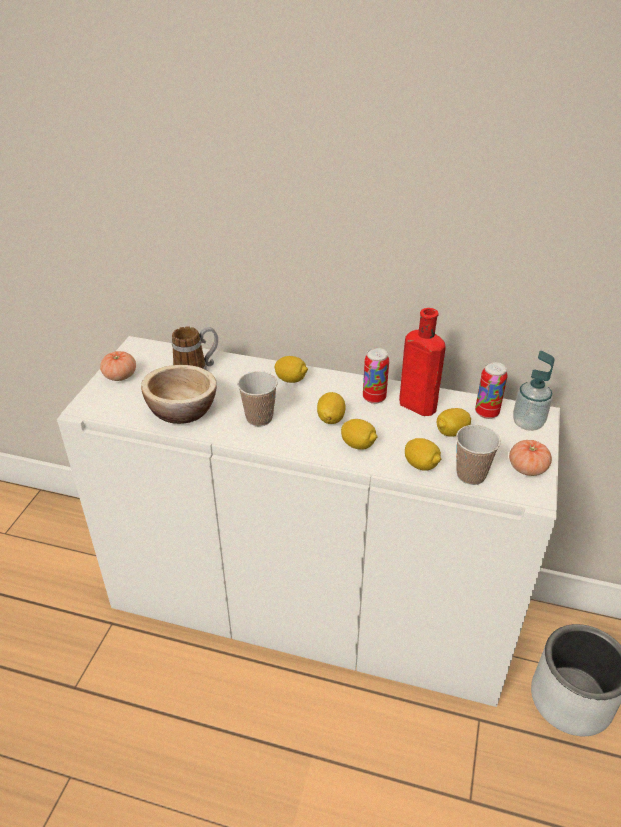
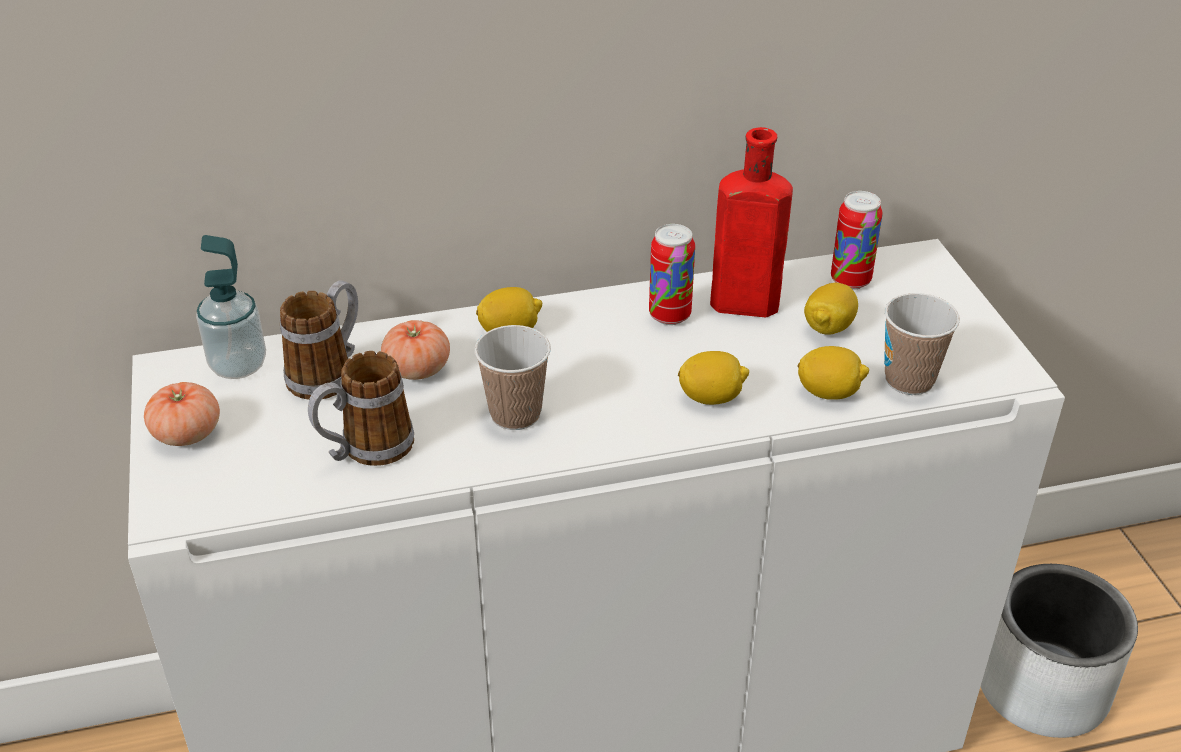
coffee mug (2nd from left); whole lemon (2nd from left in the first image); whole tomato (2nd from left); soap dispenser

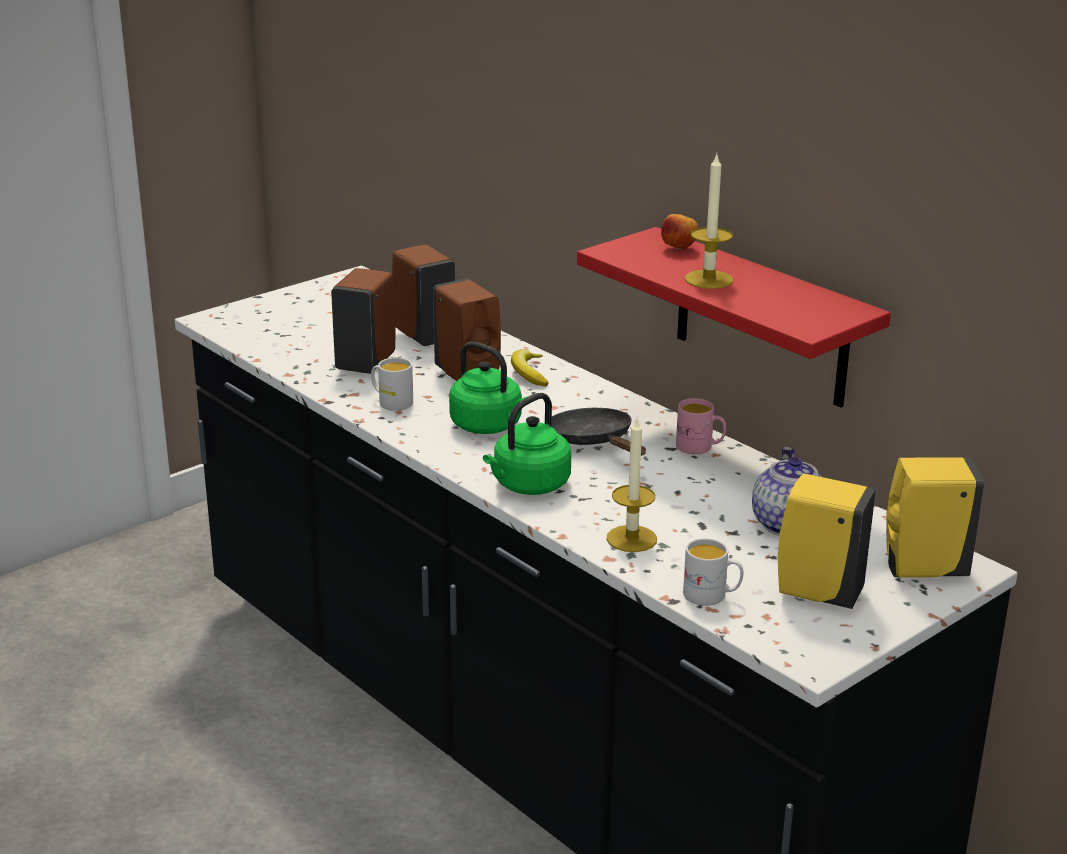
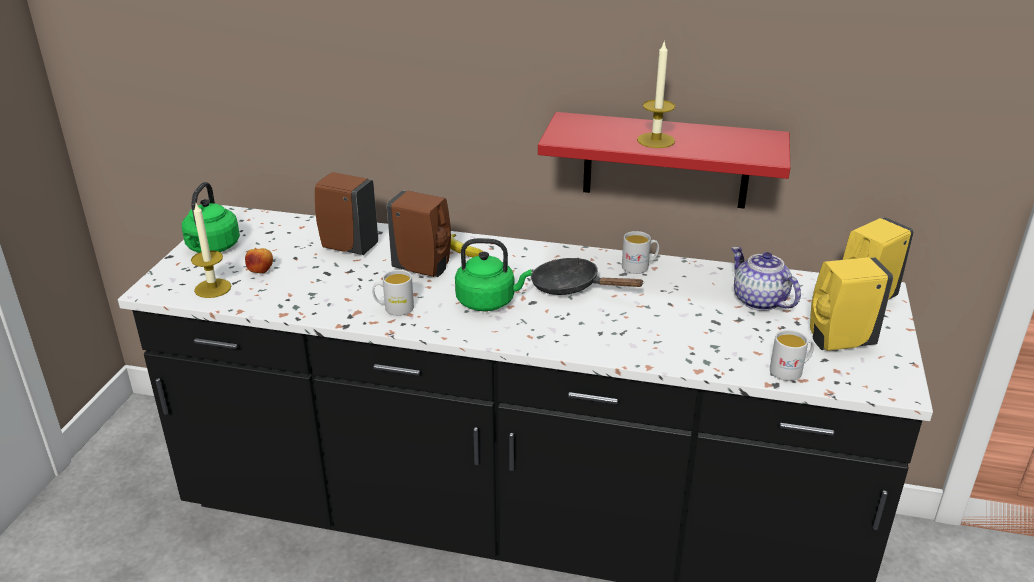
brownish soap dispenser (1st from left in the first image); green tea kettle (1st from left); wax light (1st from left); apple fruit; whitish coffee mug (2nd from left)

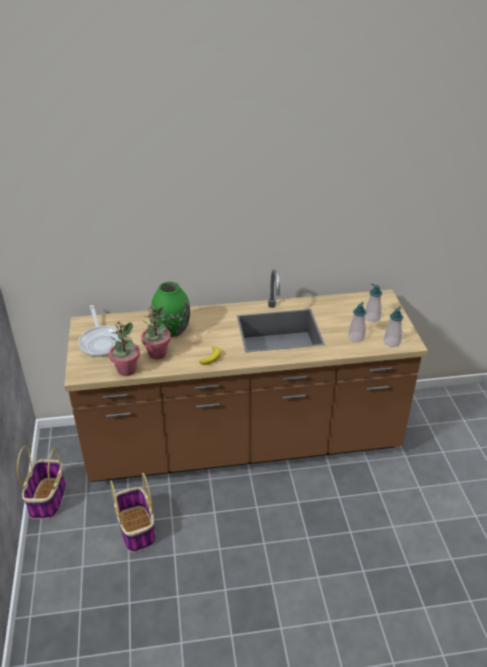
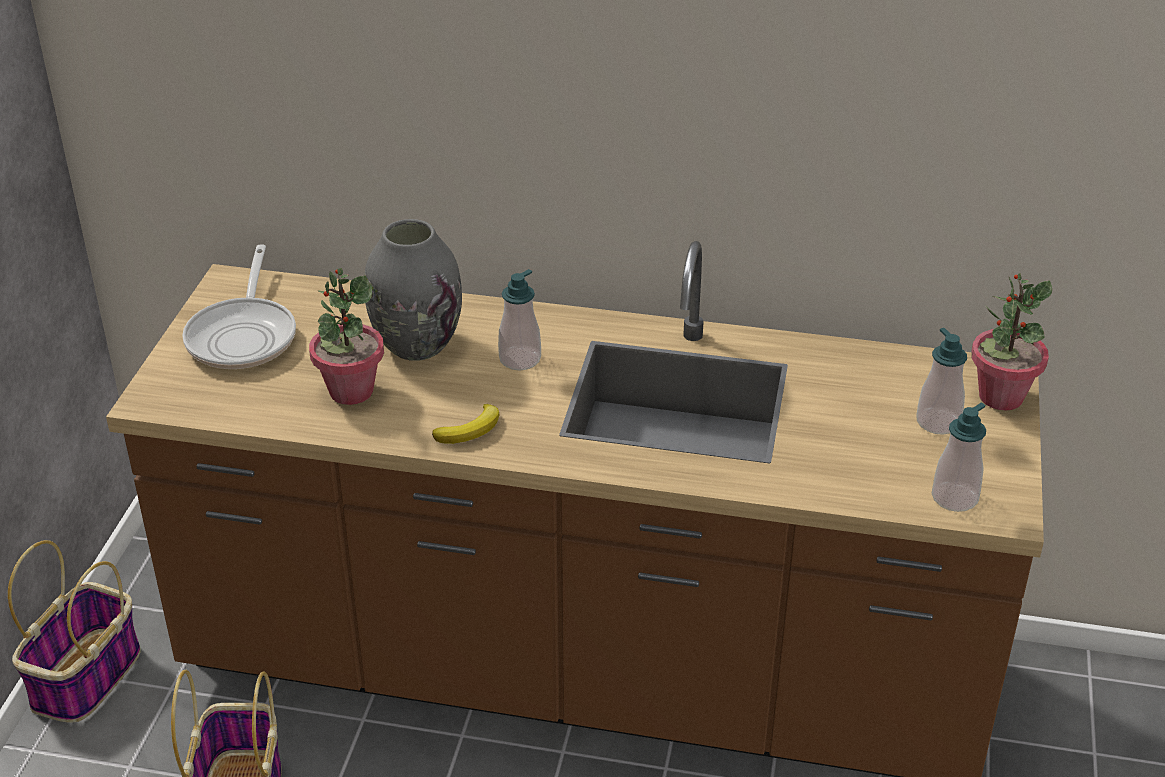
houseplant (2nd from left); gray decorative vase; soap dispenser (1st from left)

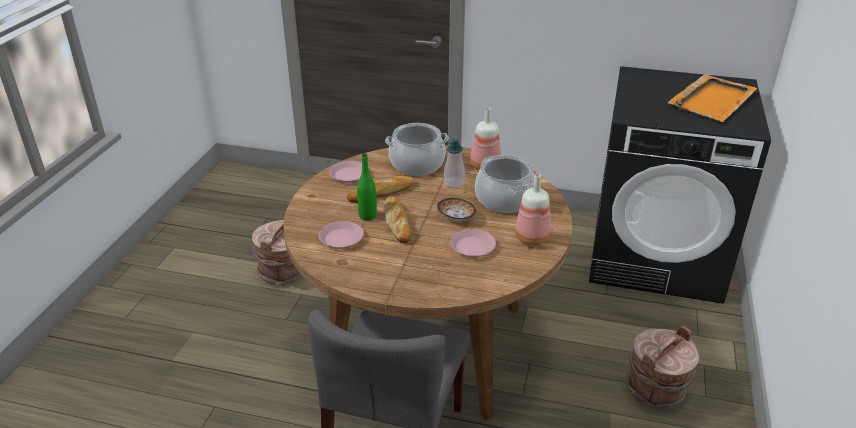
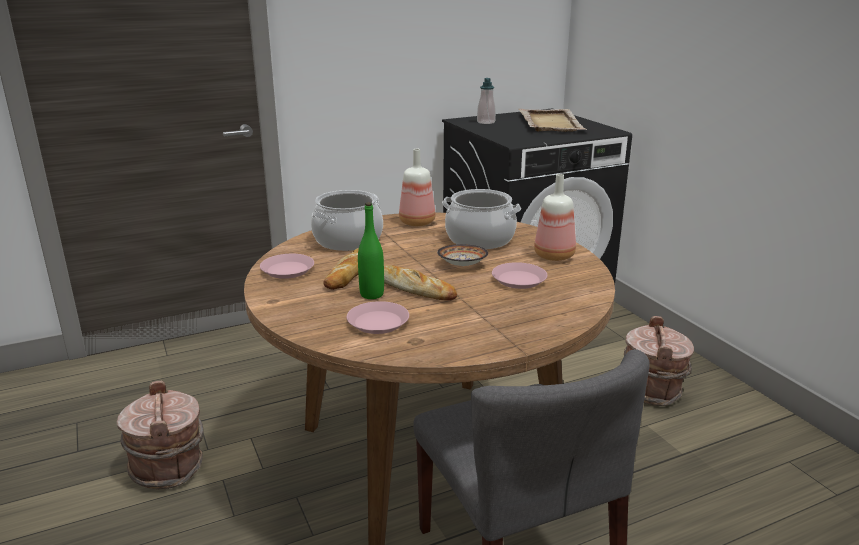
soap dispenser; beige-coloured carrying tray

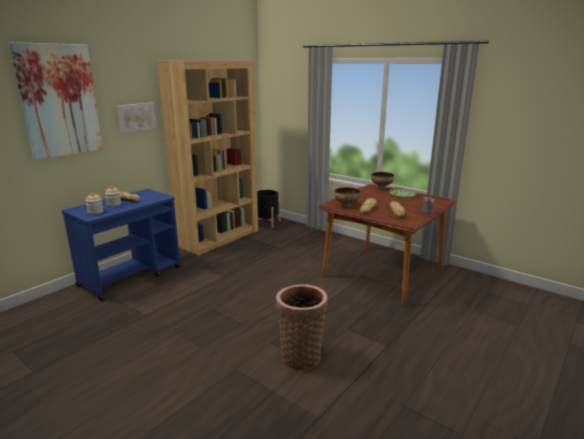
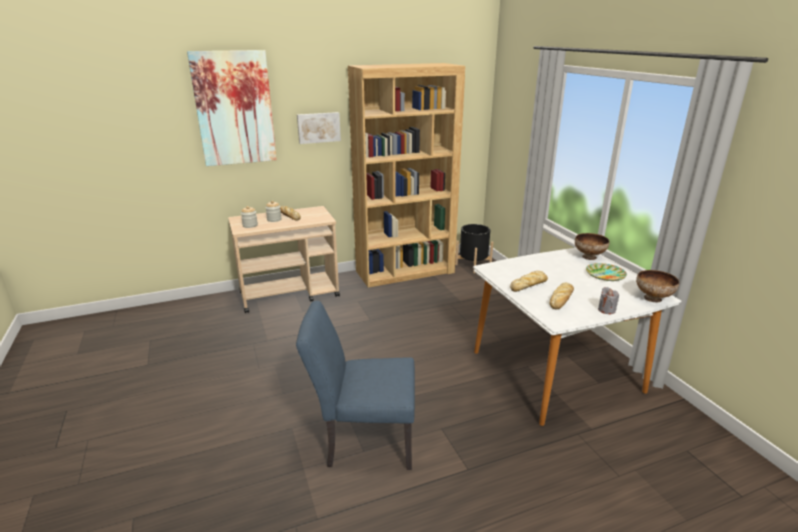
beige-coloured trolley; blue-coloured upright chair; whitish dining table; serving bowl (2nd from left)

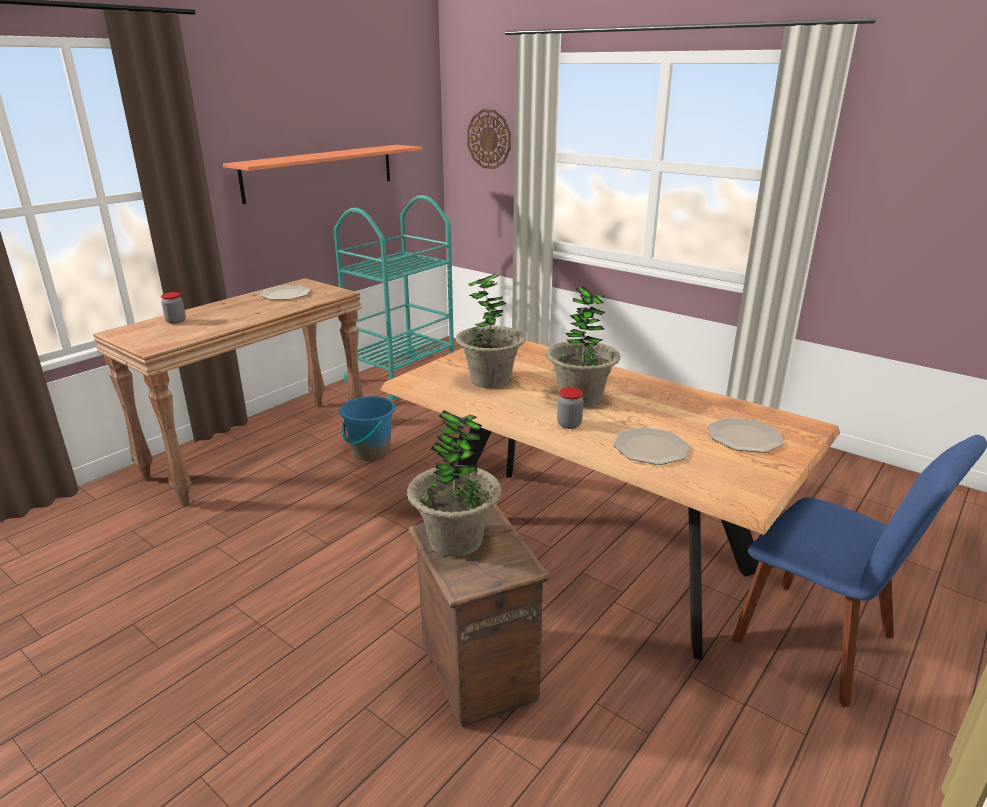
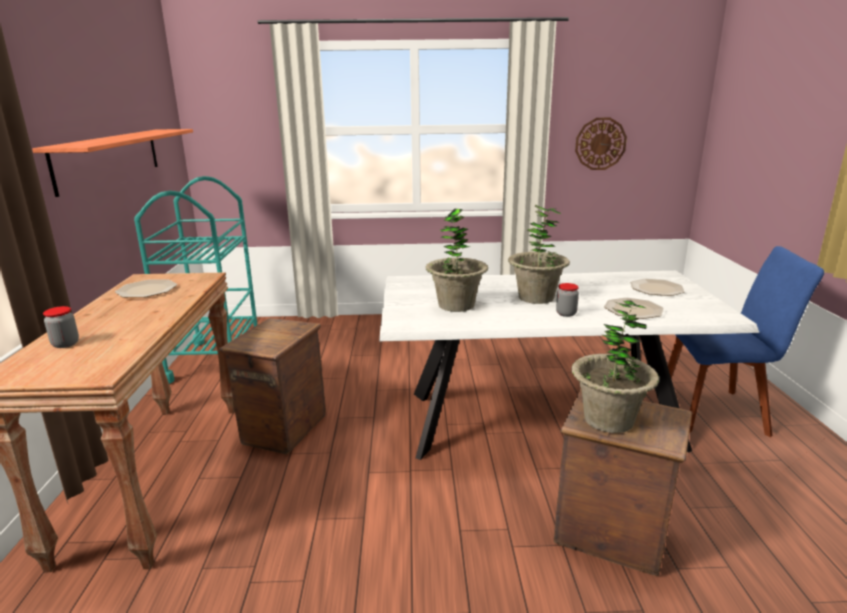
crate (1st from left); whitish dining table; clock on the wall

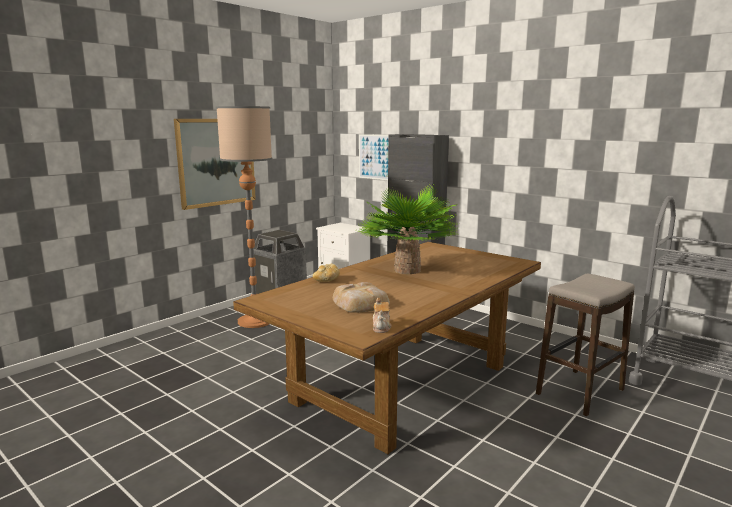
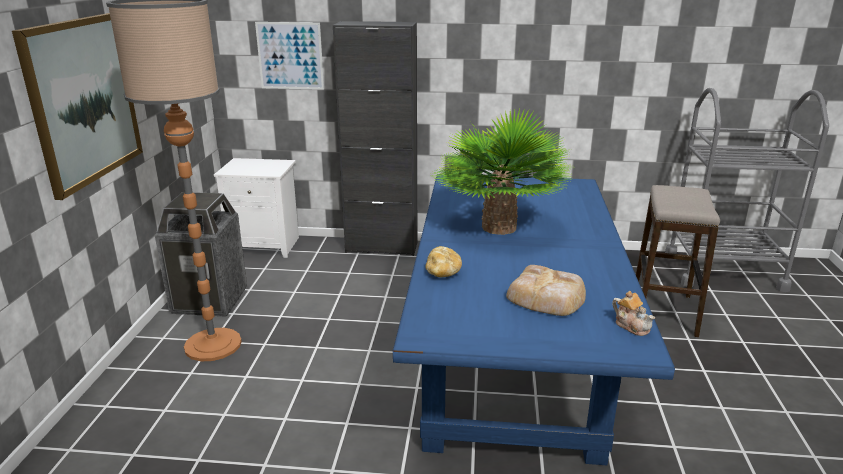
blue-coloured dining table

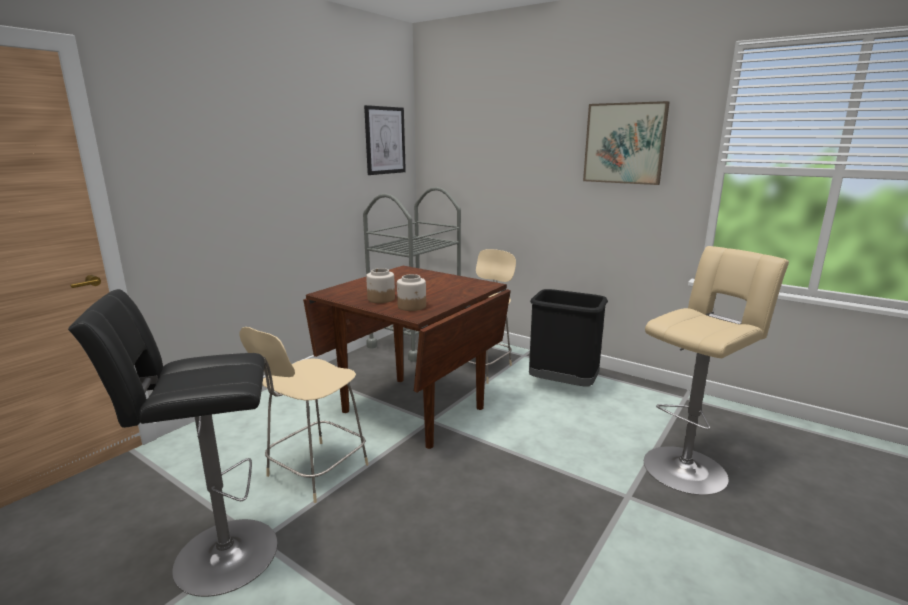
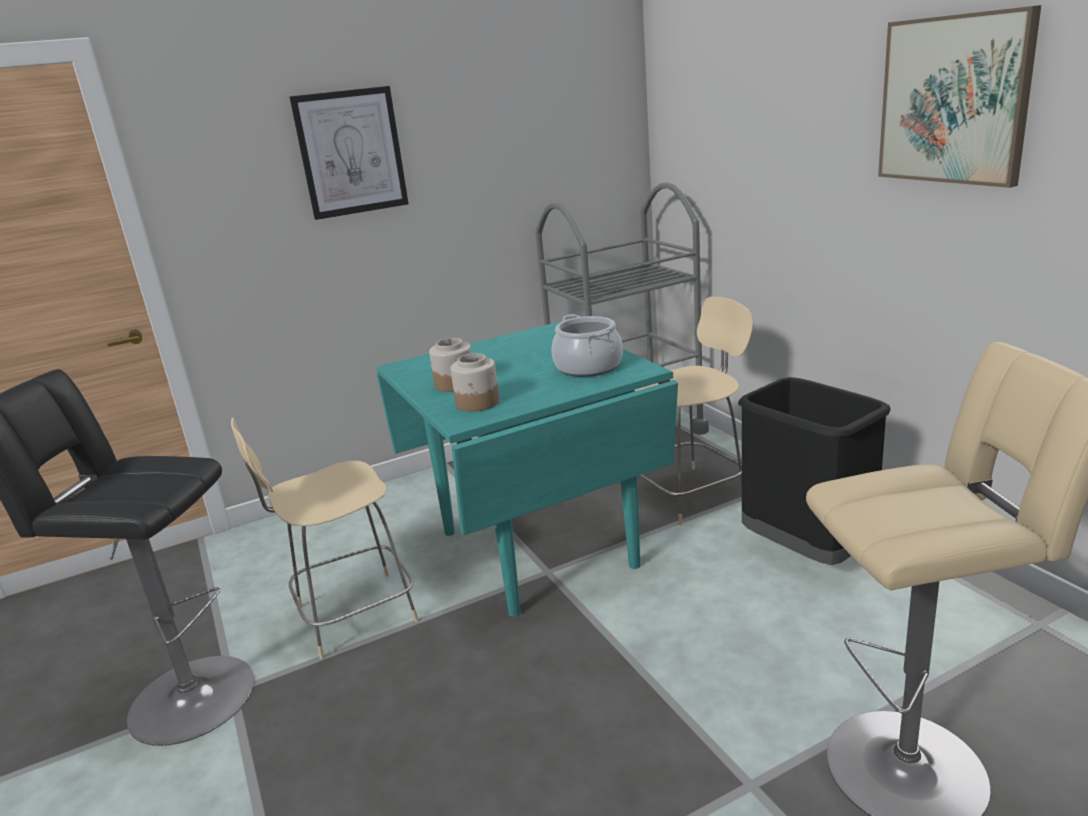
turquoise-coloured dining table; picture (1st from left); stockpot

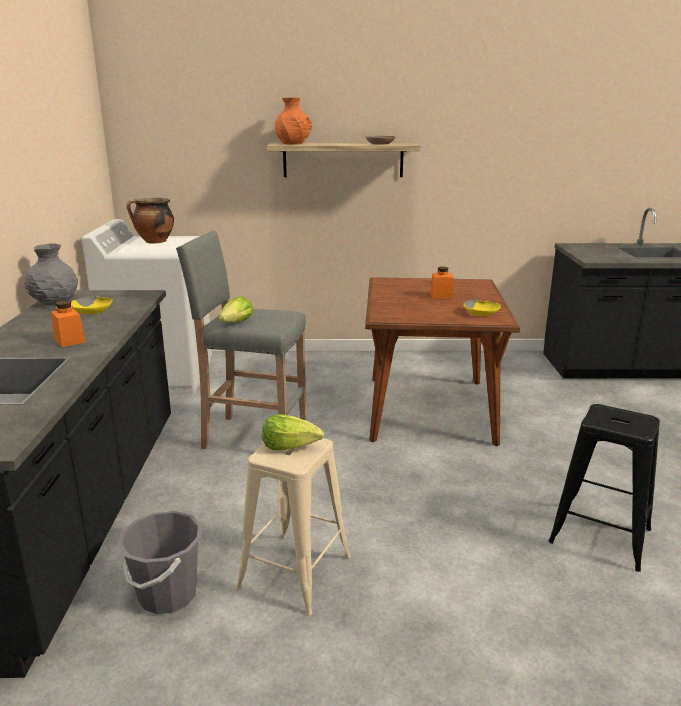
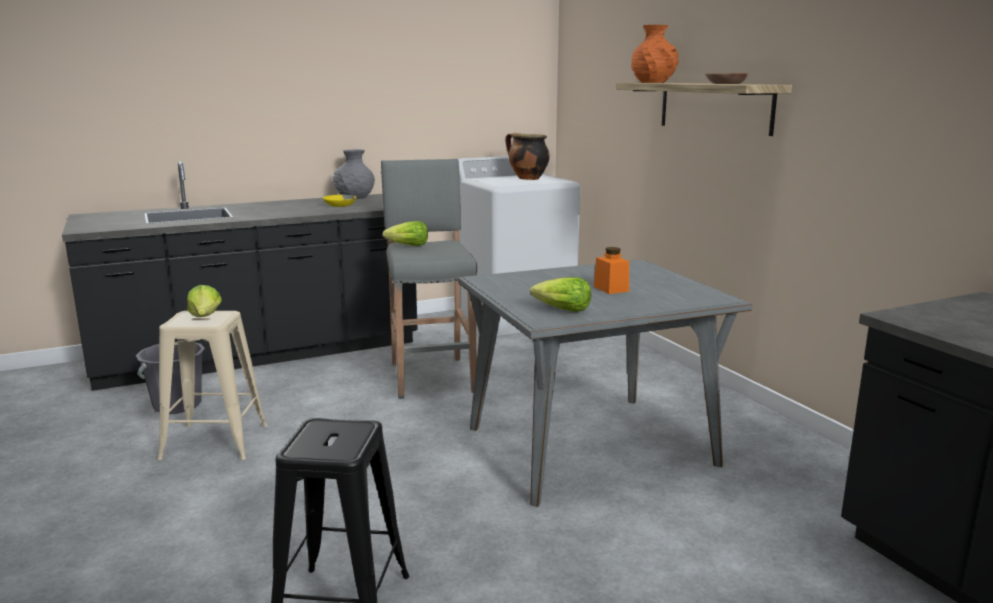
orangey storage jar (1st from left in the first image); gray dining table; lettuce (3rd from left)

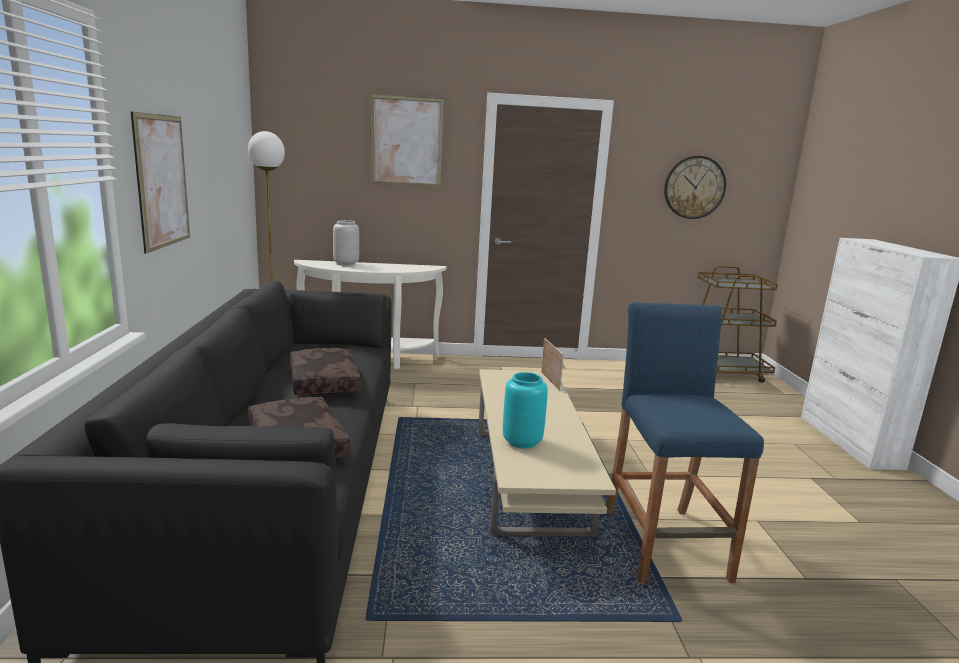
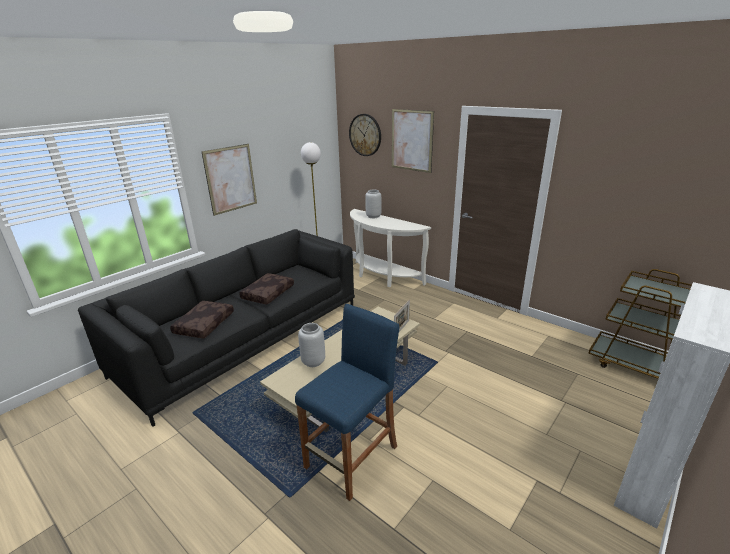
gray decorative vase (1st from left); clock on the wall

